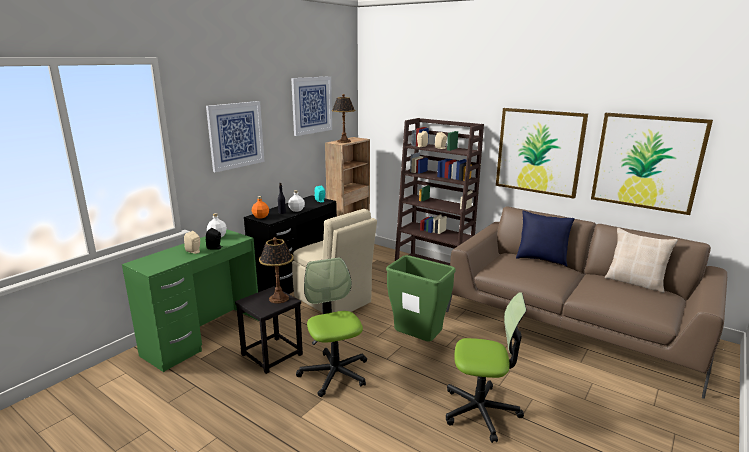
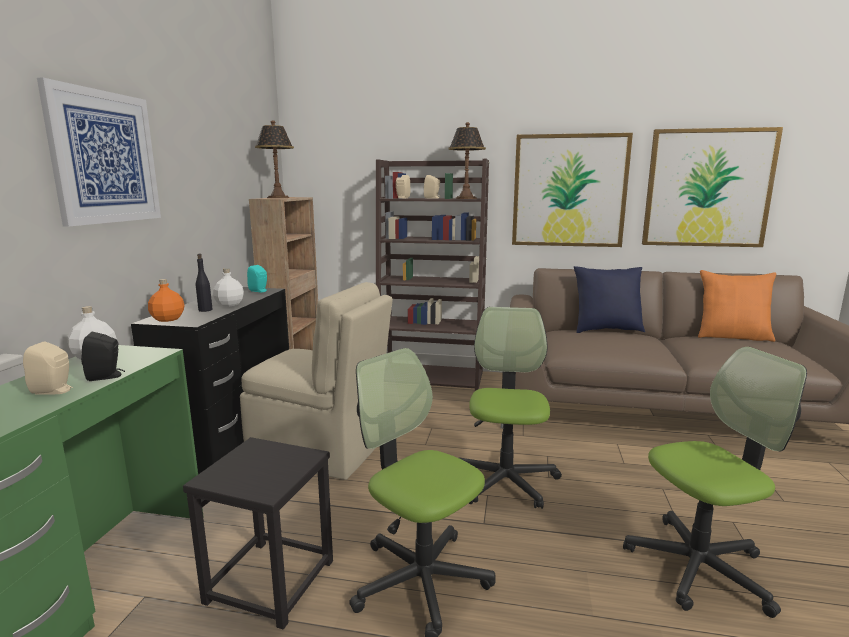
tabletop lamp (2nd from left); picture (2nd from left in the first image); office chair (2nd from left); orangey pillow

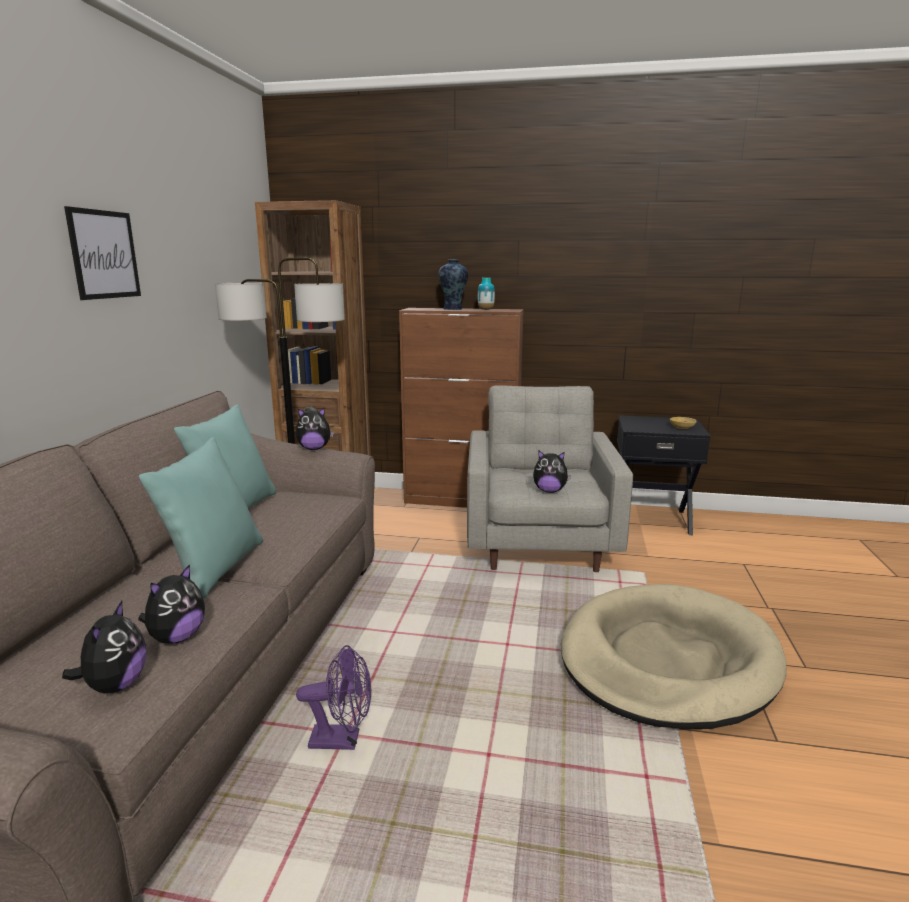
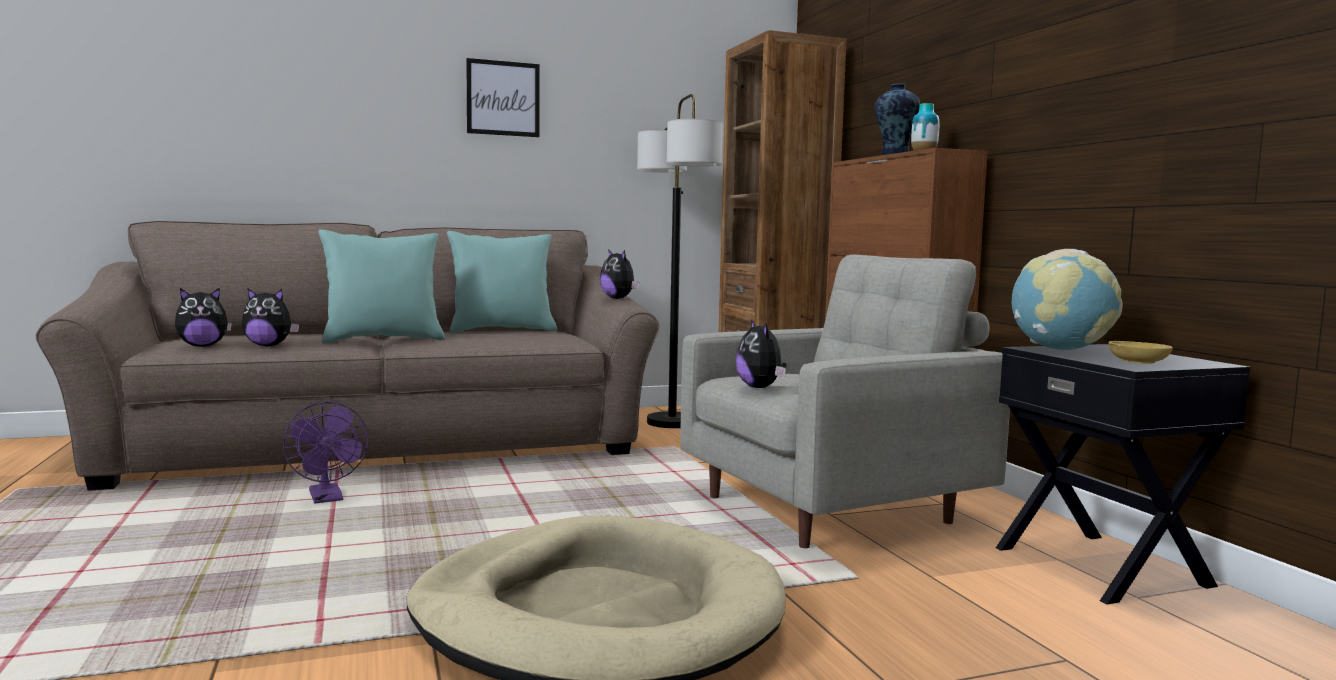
world globe

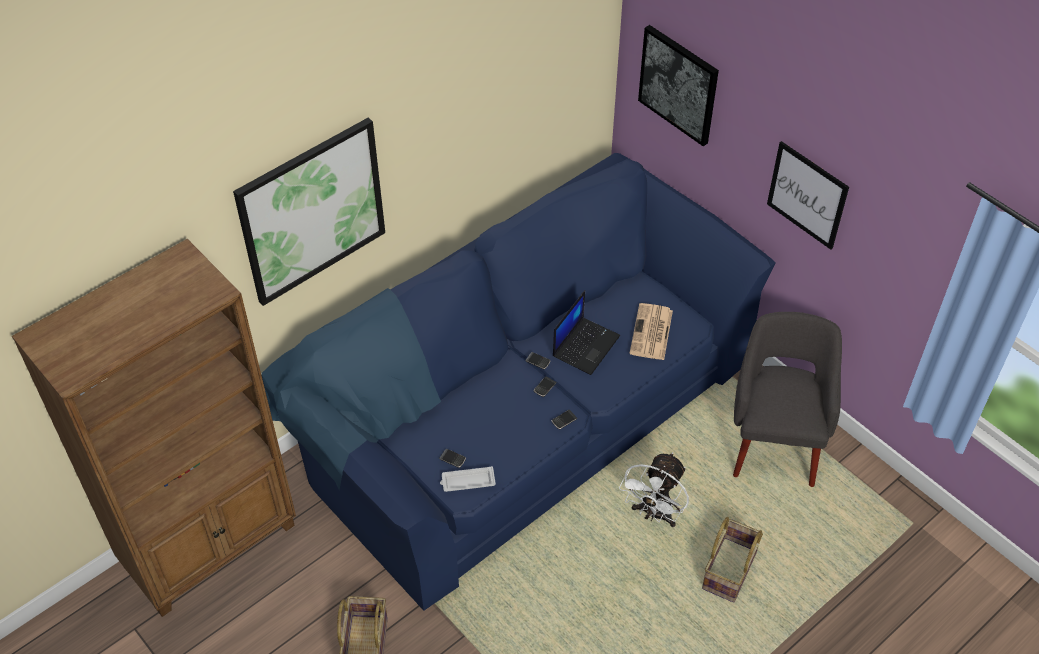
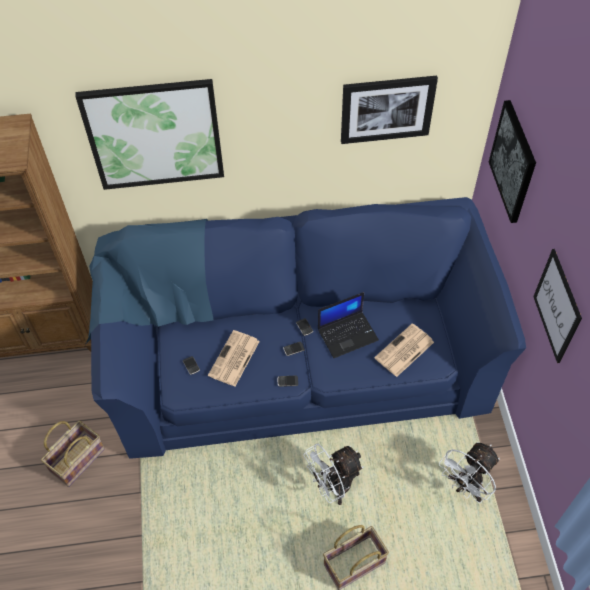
whitish carrying tray; whitish electric fan (2nd from left); daily paper (1st from left); picture (2nd from left)

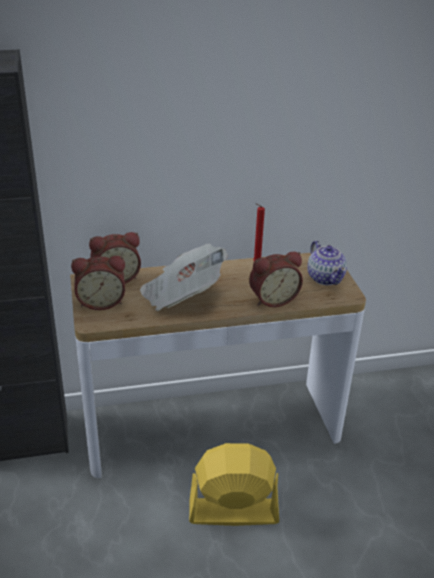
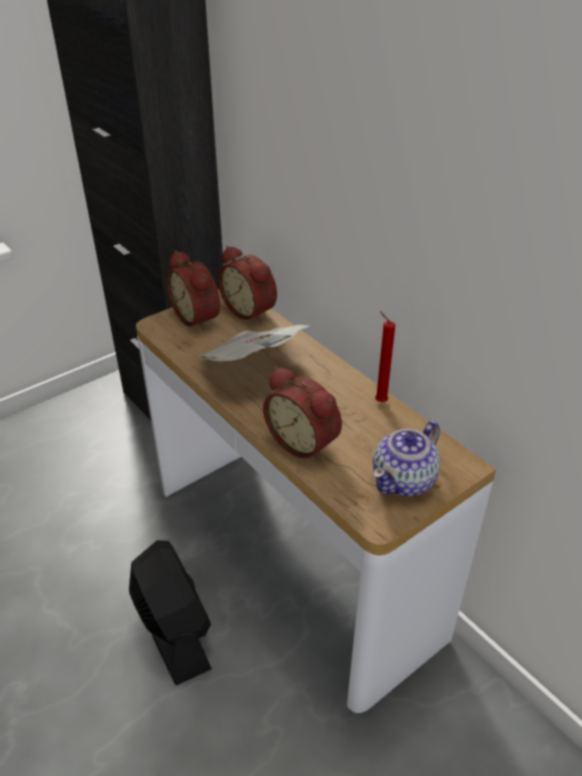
black electric fan

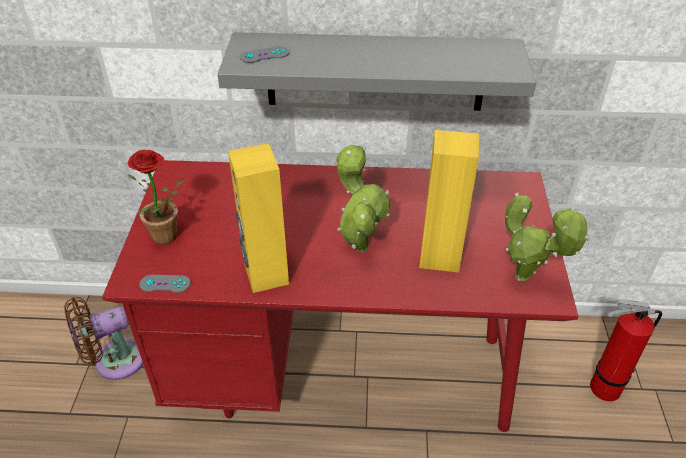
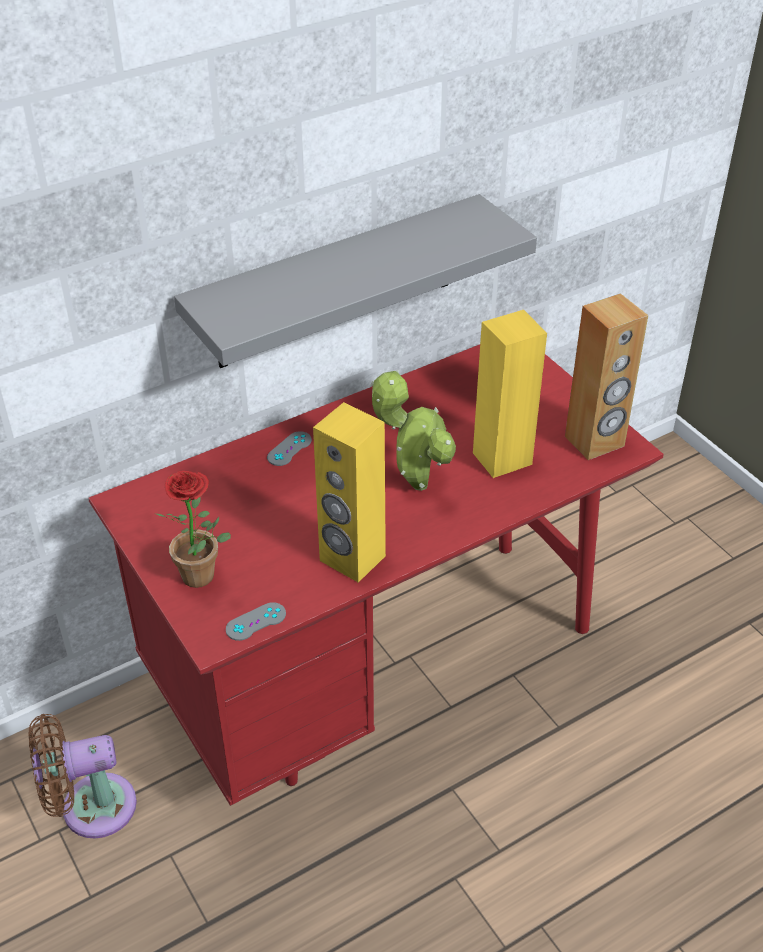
brownish electric fan; gray gamepad (2nd from left); brownish audio speaker; fire-fighting cylinder

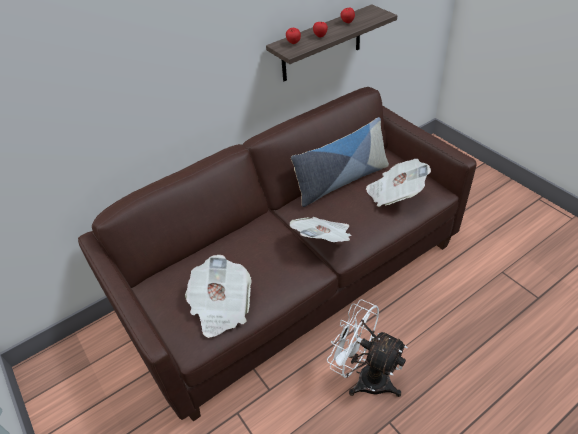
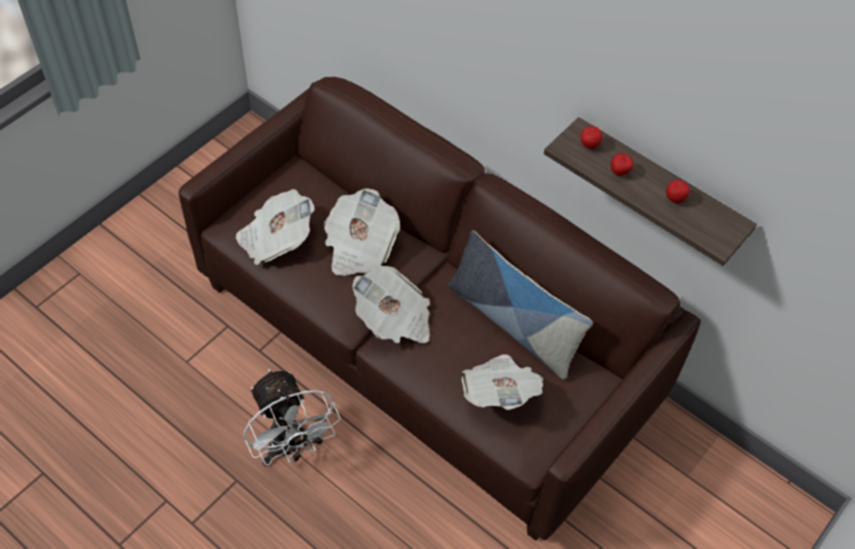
whitish electric fan; daily paper (2nd from left)

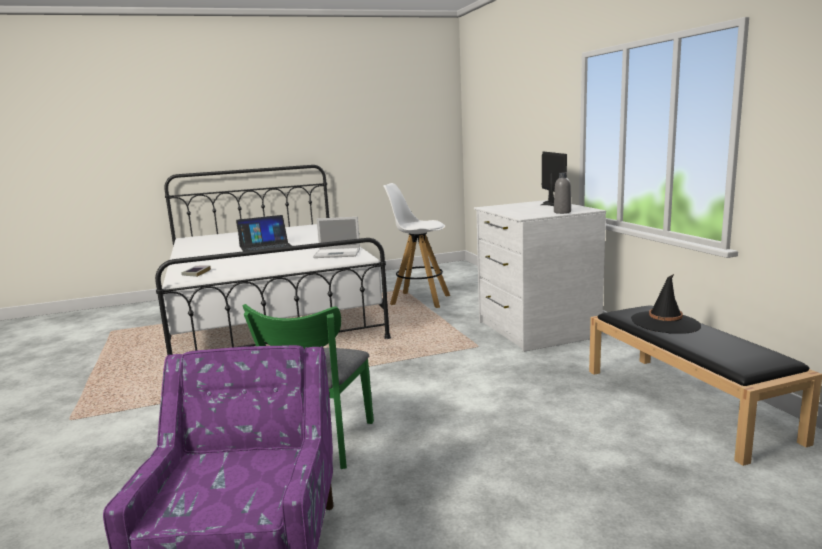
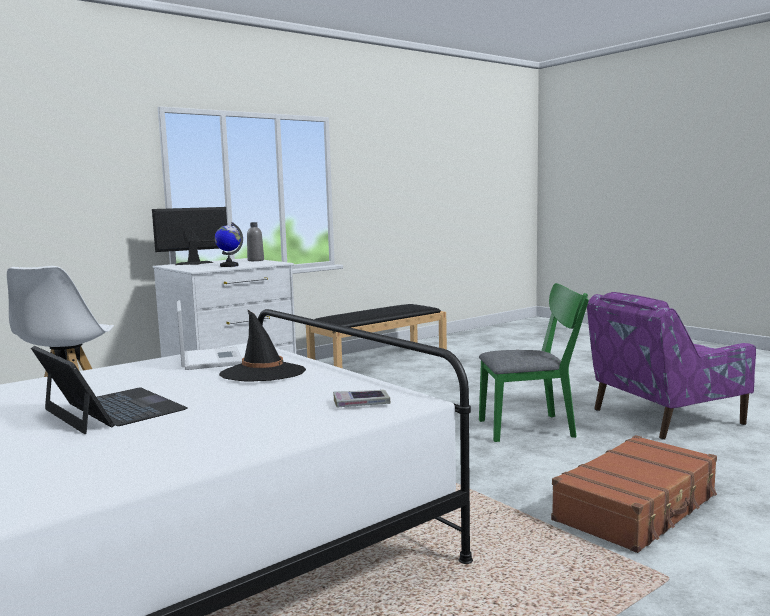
black hat; world globe; brownish travel case

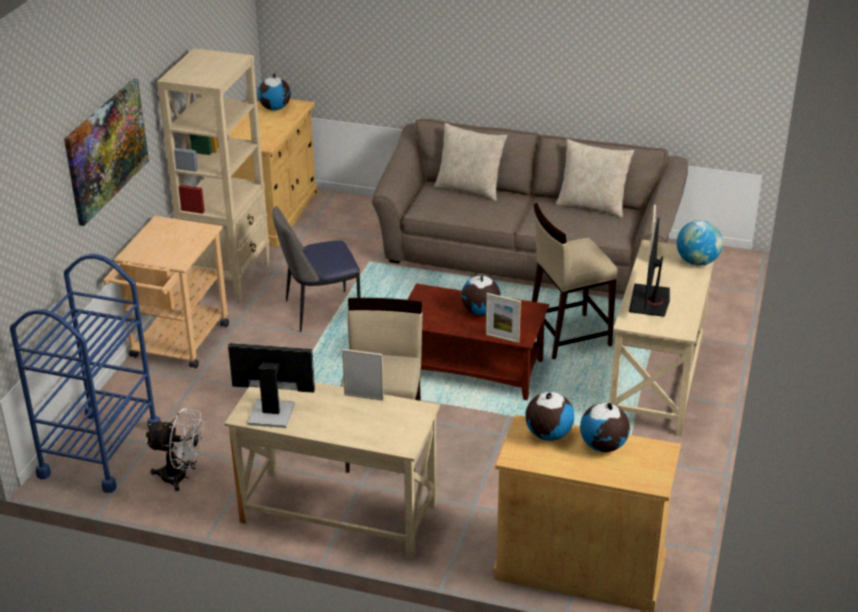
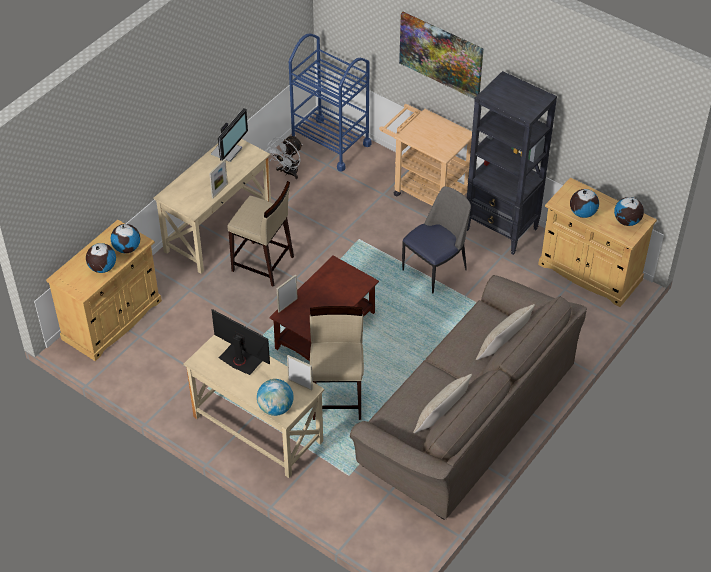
black bookcase; upright chair; world globe (4th from left)

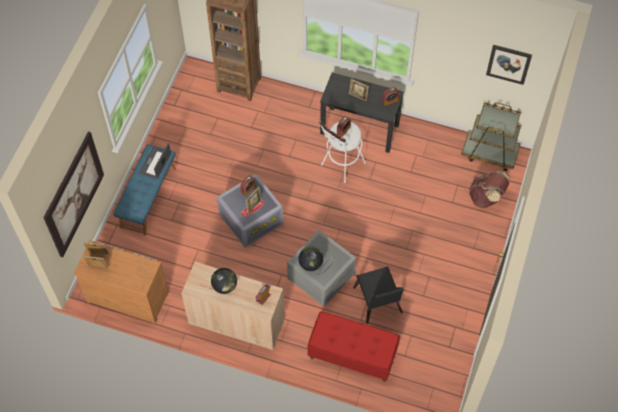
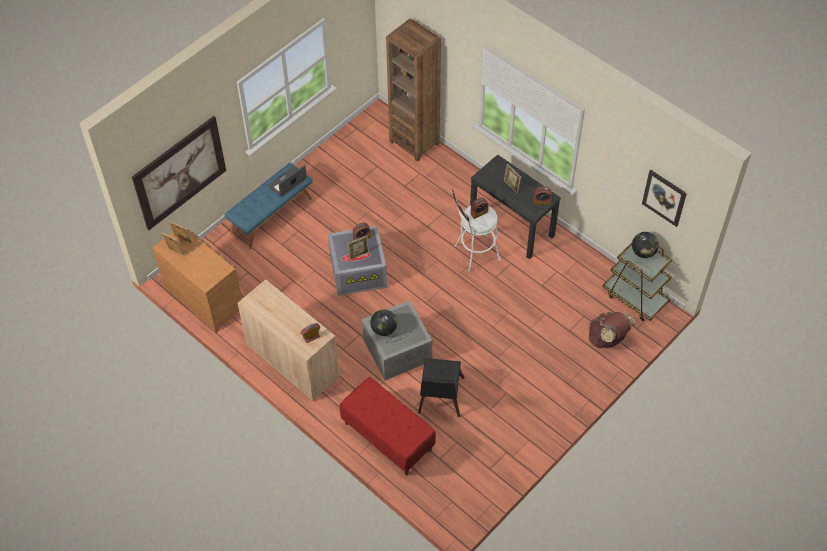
world globe (2nd from left)

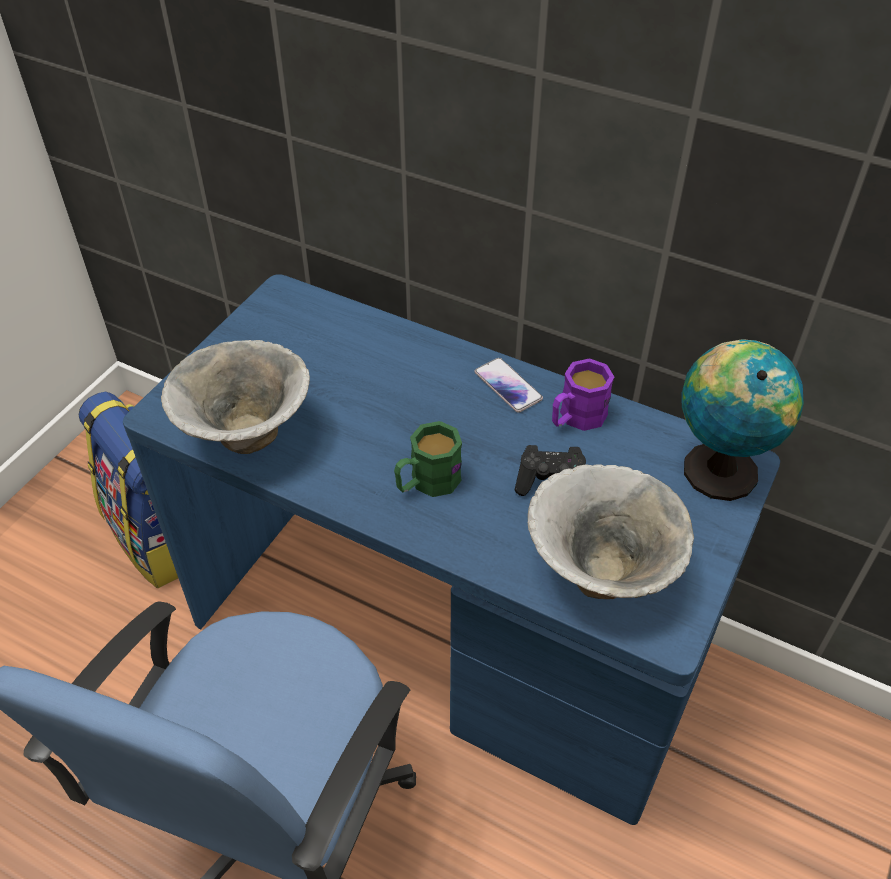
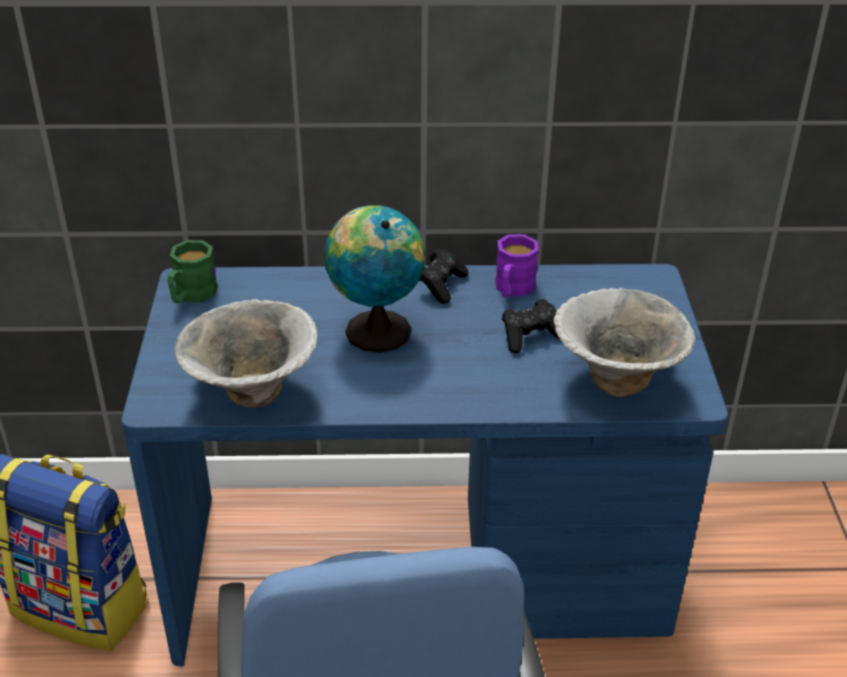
green coffee mug; black gamepad (1st from left); world globe

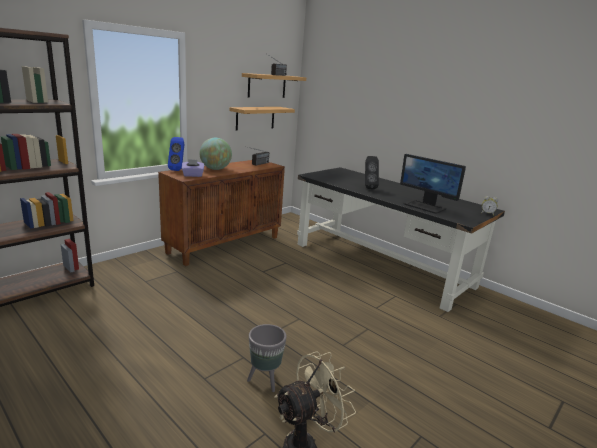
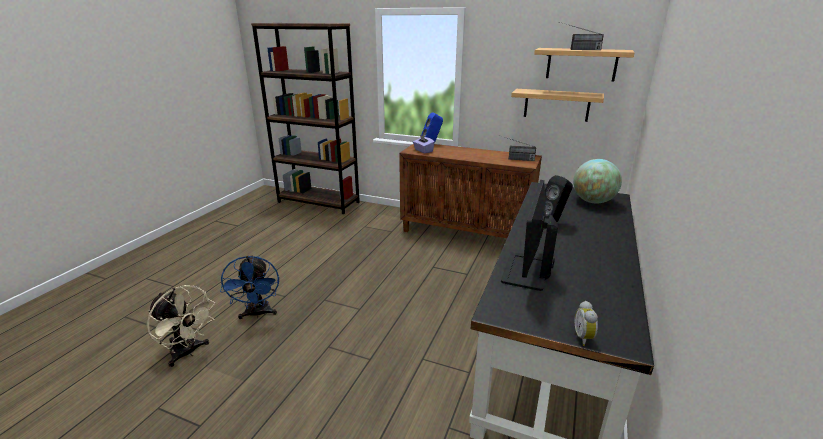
world globe; blue-coloured electric fan

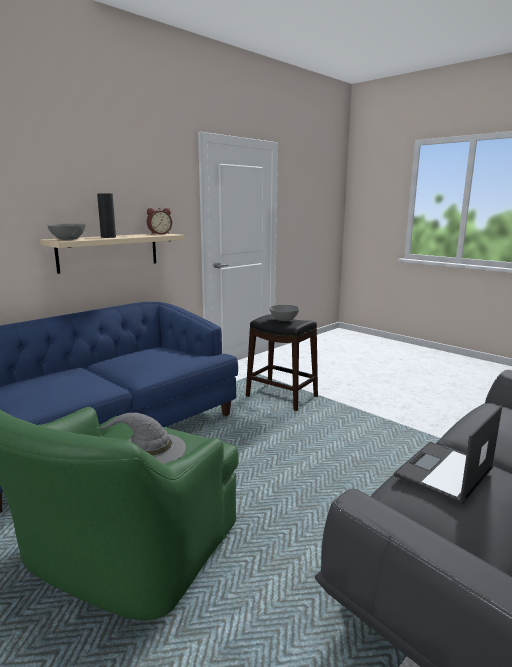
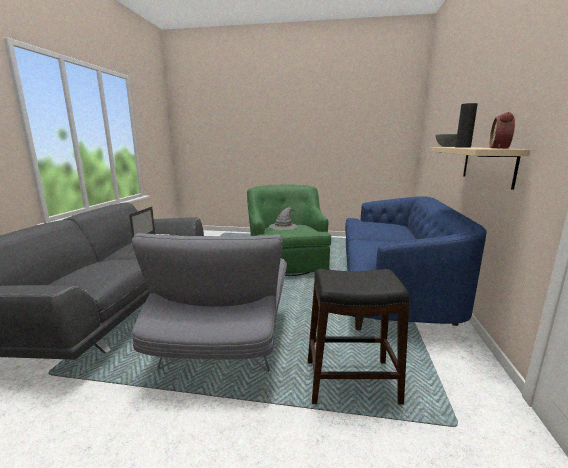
gray serving bowl (2nd from left in the first image); gray easy chair

